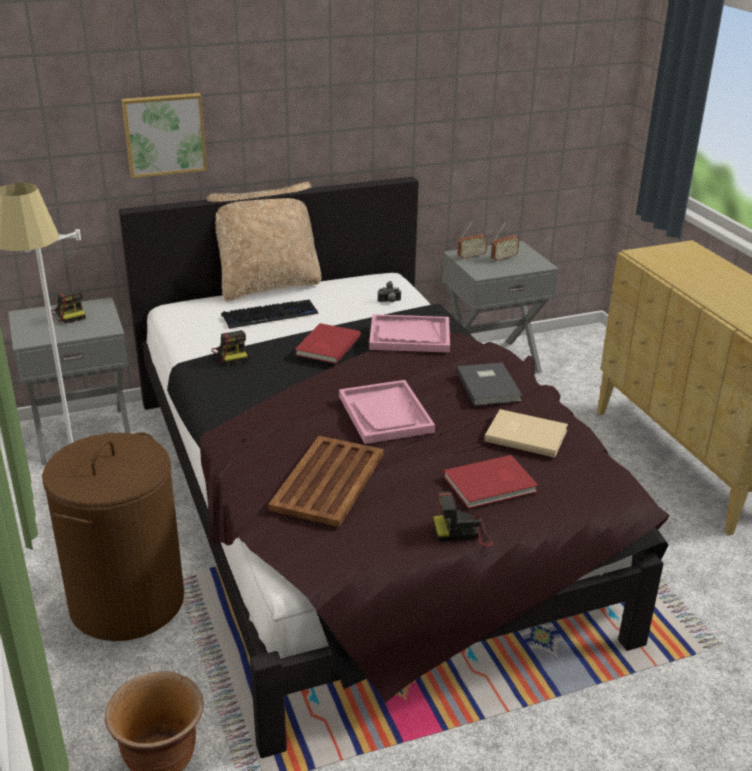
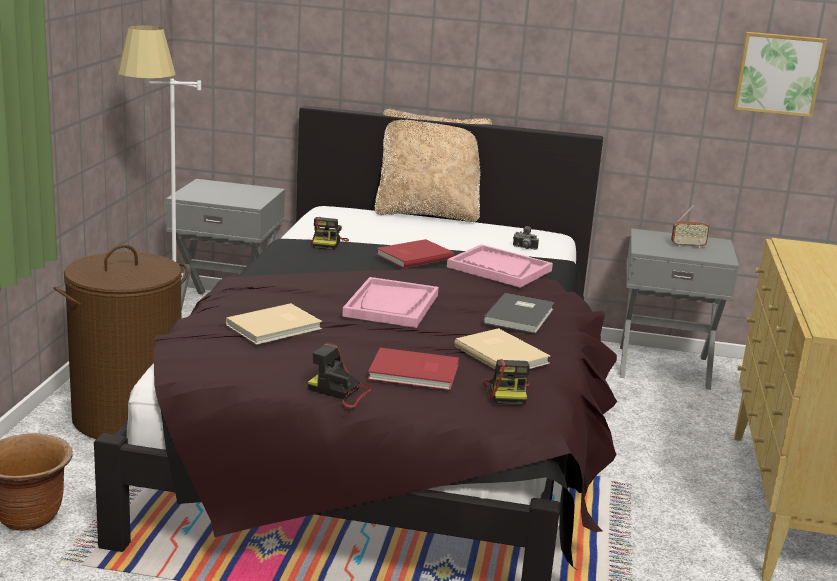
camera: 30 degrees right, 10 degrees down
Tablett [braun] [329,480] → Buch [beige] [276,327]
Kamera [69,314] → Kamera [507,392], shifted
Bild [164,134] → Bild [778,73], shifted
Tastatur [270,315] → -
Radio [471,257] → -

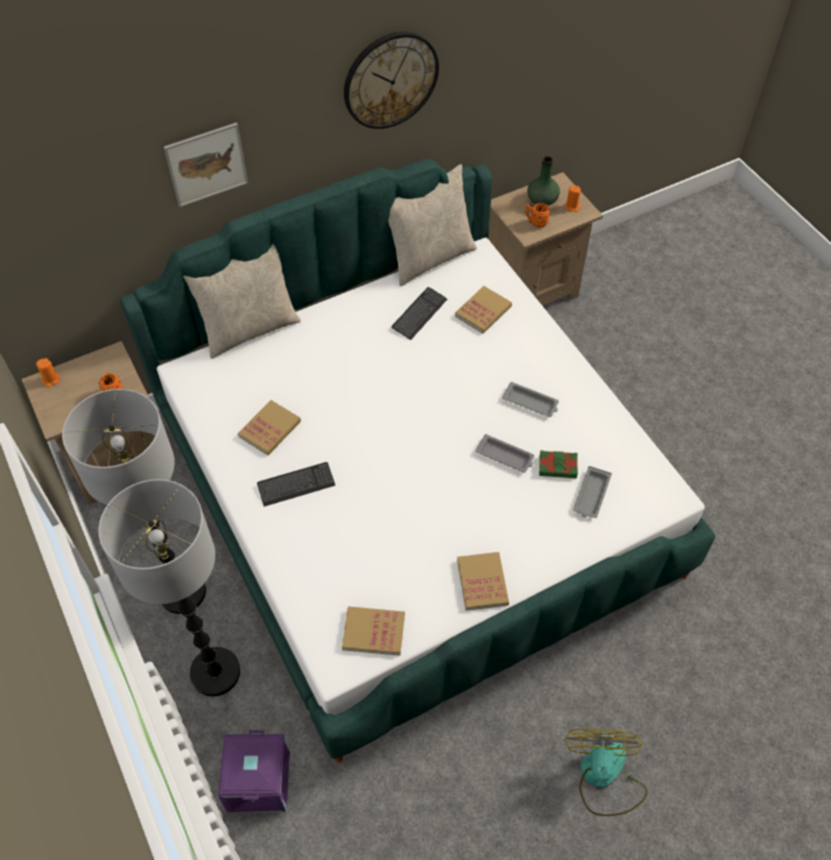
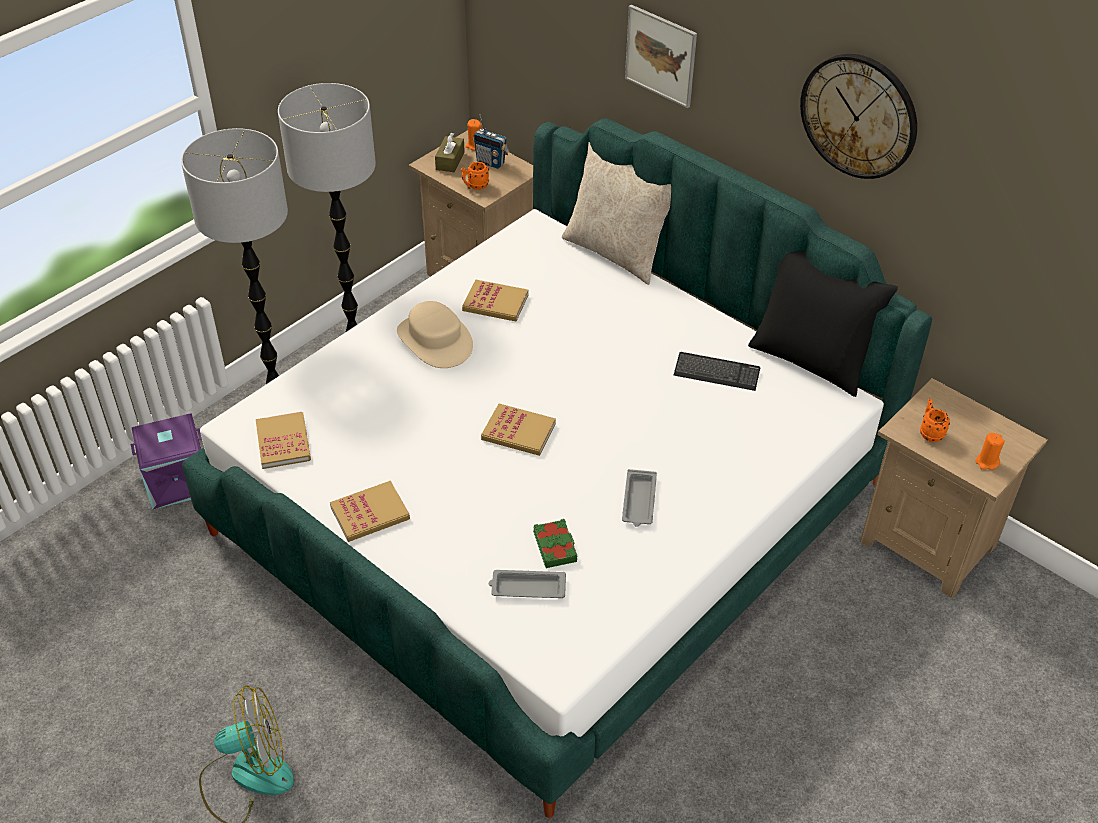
camera: 70 degrees right, 10 degrees down
Tastatur [296,485] → Hut [beige] [435,340]
- → Taschentuchbox [braun] [450,161]
- → Radio [491,162]
Buch [483,311] → Buch [518,432], shifted
Kissen [beige] [429,257] → Kissen [schwarz] [811,360]
Tablett [grau] [505,456] → -
Vase [grün] [542,200] → -

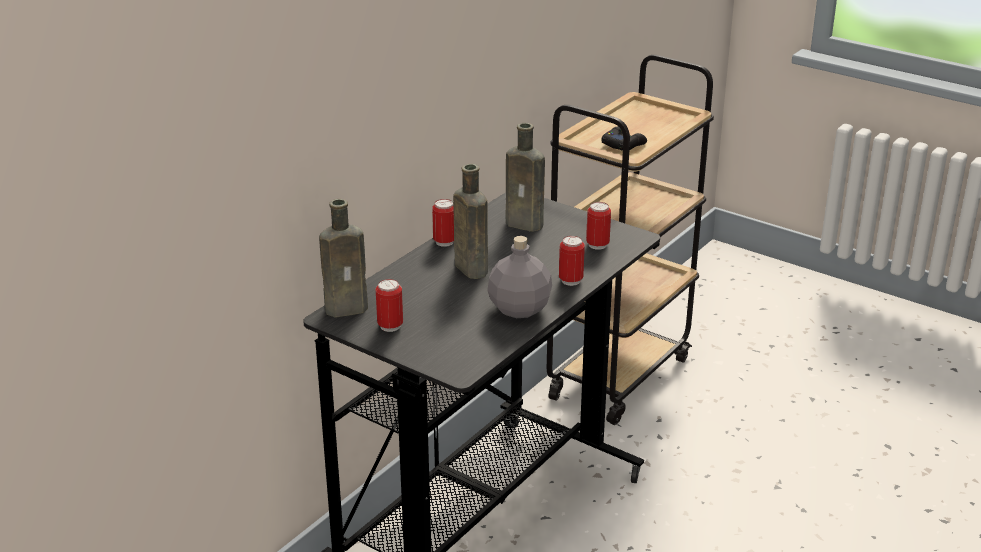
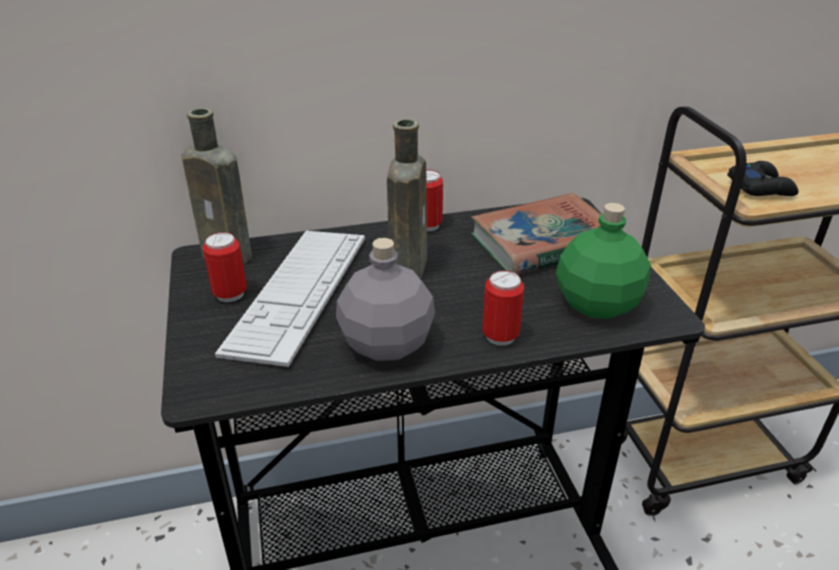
camera: 40 degrees right, 5 degrees up
- → Tastatur [298,293]
Flasche [braun] [527,225] → Buch [543,242]
Dose [597,245] → Flasche [grün] [598,303]

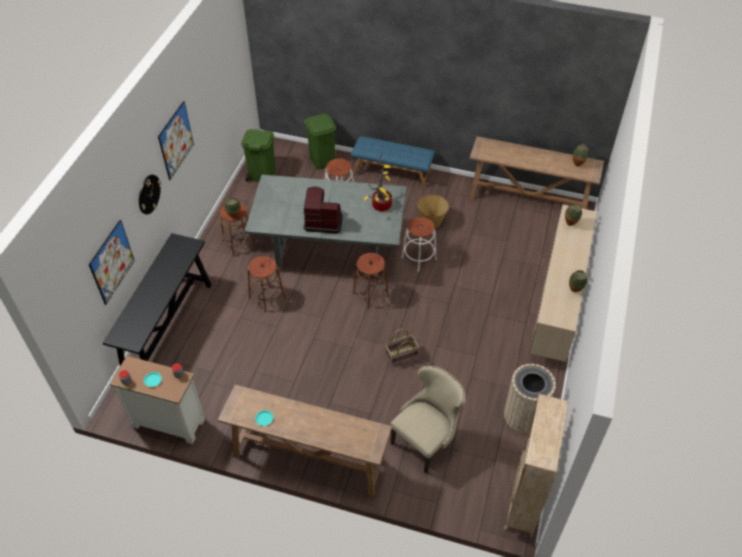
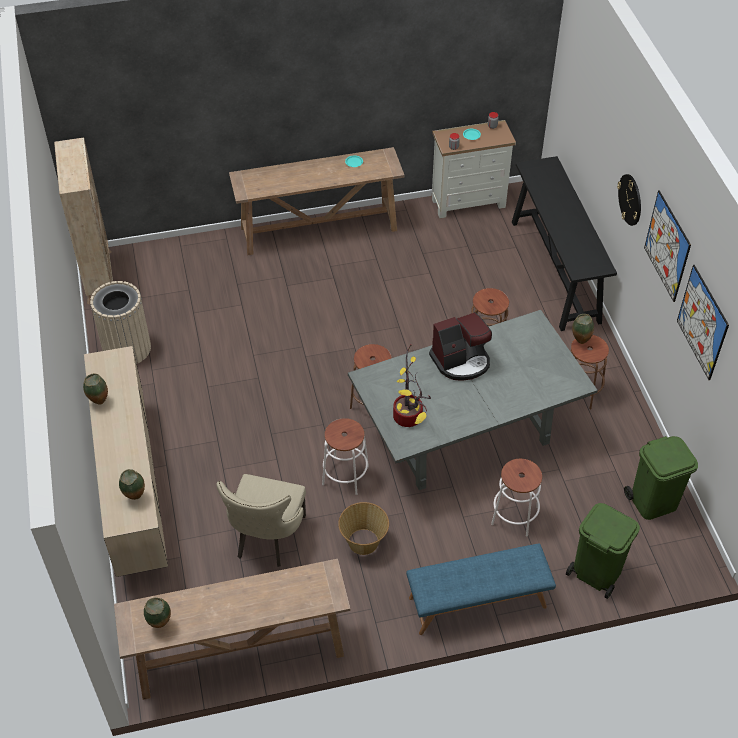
camera: 150 degrees right, 0 degrees up
Stuhl [beige] [426,440] → Stuhl [beige] [267,538], shifted
Bild [112,262] → Bild [702,322], shifted
Korb [401,355] → -

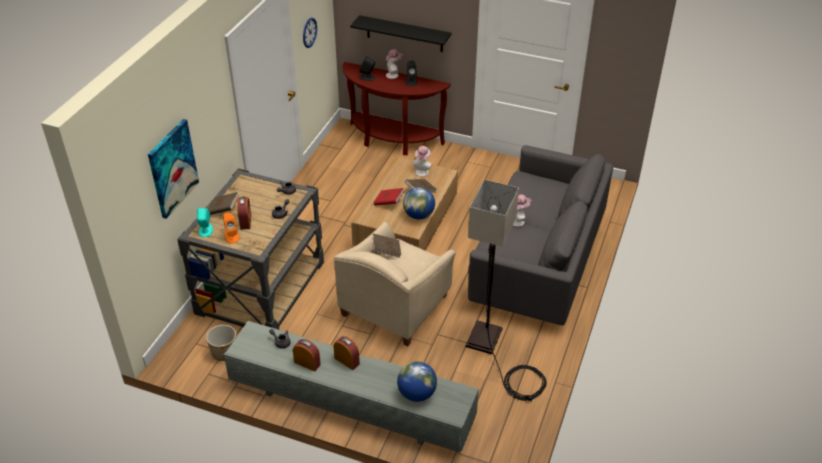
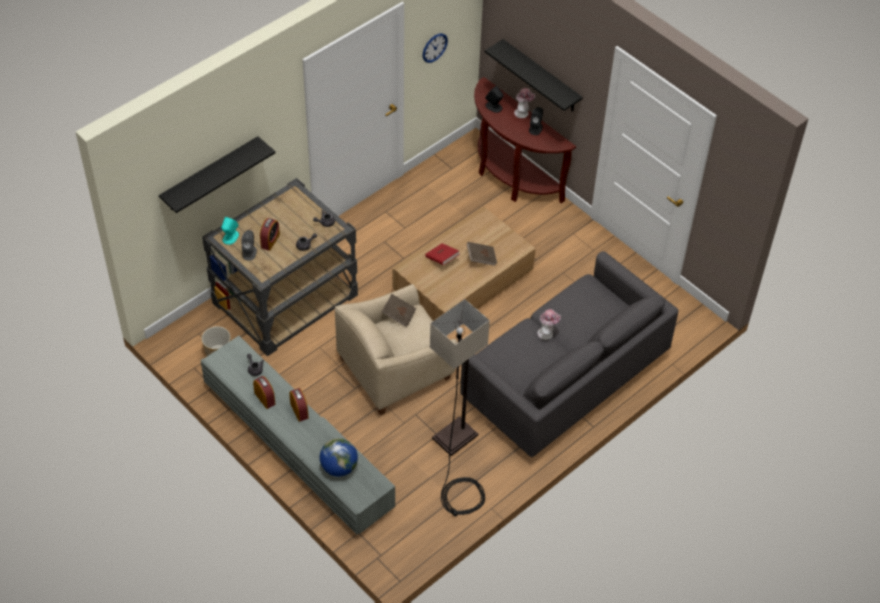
camera: 25 degrees right, 10 degrees up
Bild [172,168] → Wandregal [schwarz] [210,175]
Lautsprecher [orange] [231,236] → Lautsprecher [grau] [249,252]
Buch [braun] [223,210] → -
Globus [419,215] → -
Hut [422,171] → -

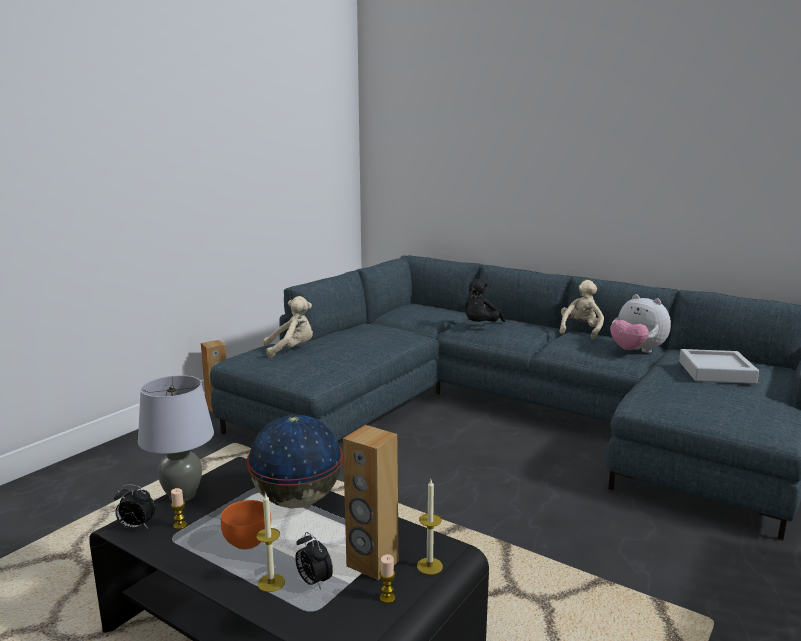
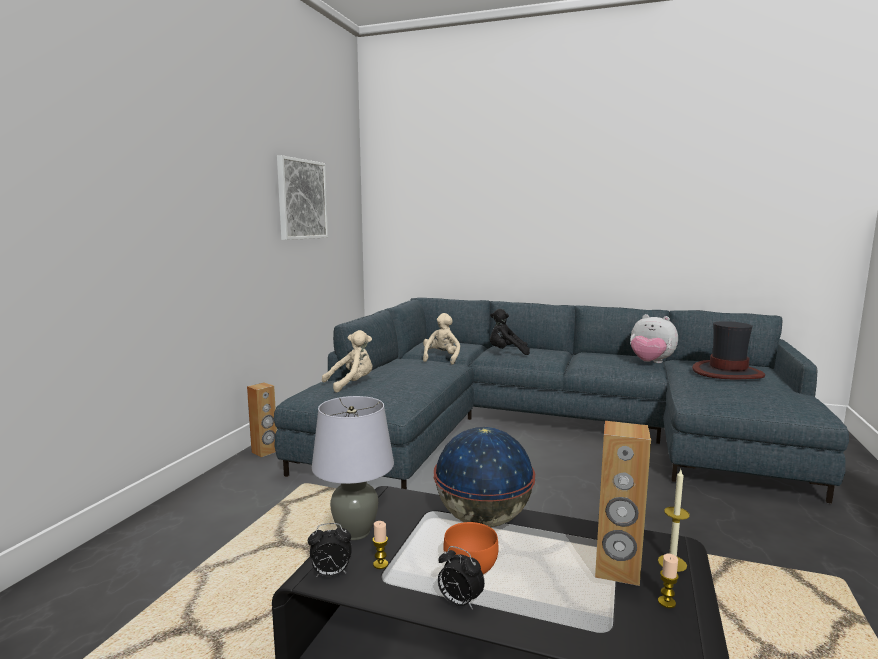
camera: 15 degrees left, 5 degrees down
- → Bild [301,199]
Plüschtier [beige] [581,331] → Plüschtier [beige] [441,359], shifted
Wecker [313,581] → Wecker [459,602], shifted
Plüschtier [schwarz] [481,326] → Plüschtier [schwarz] [506,353], 75 degrees clockwise
Tablett [grau] [716,372] → Hut [727,372]
Kerze [271,583] → -

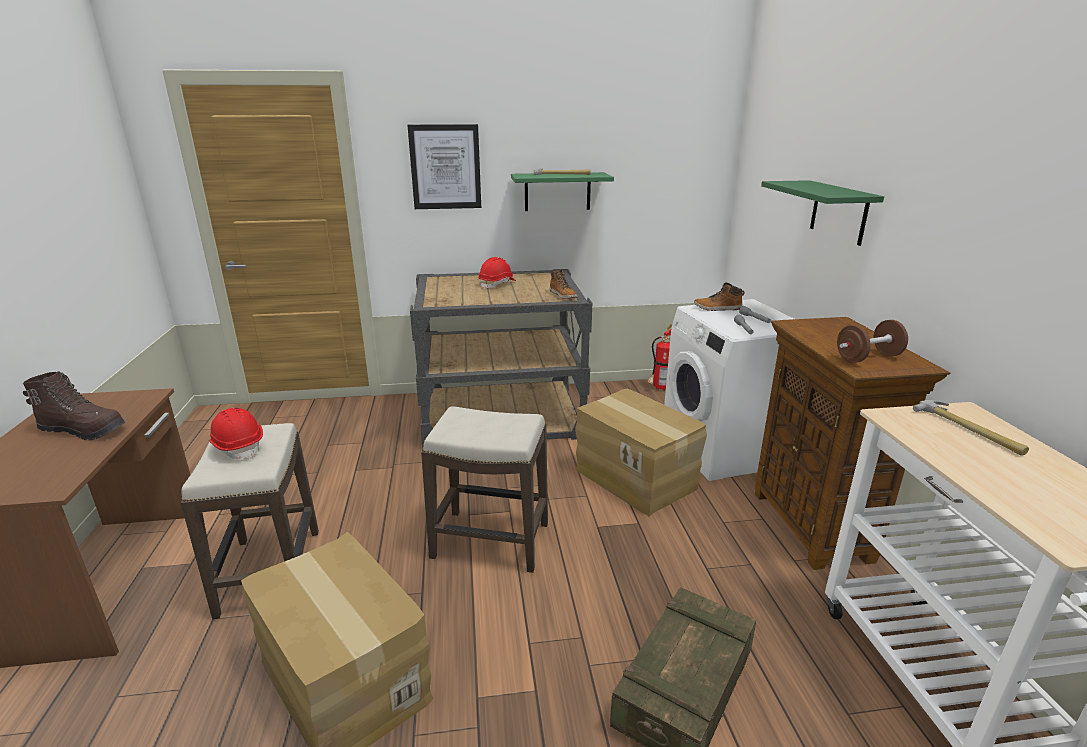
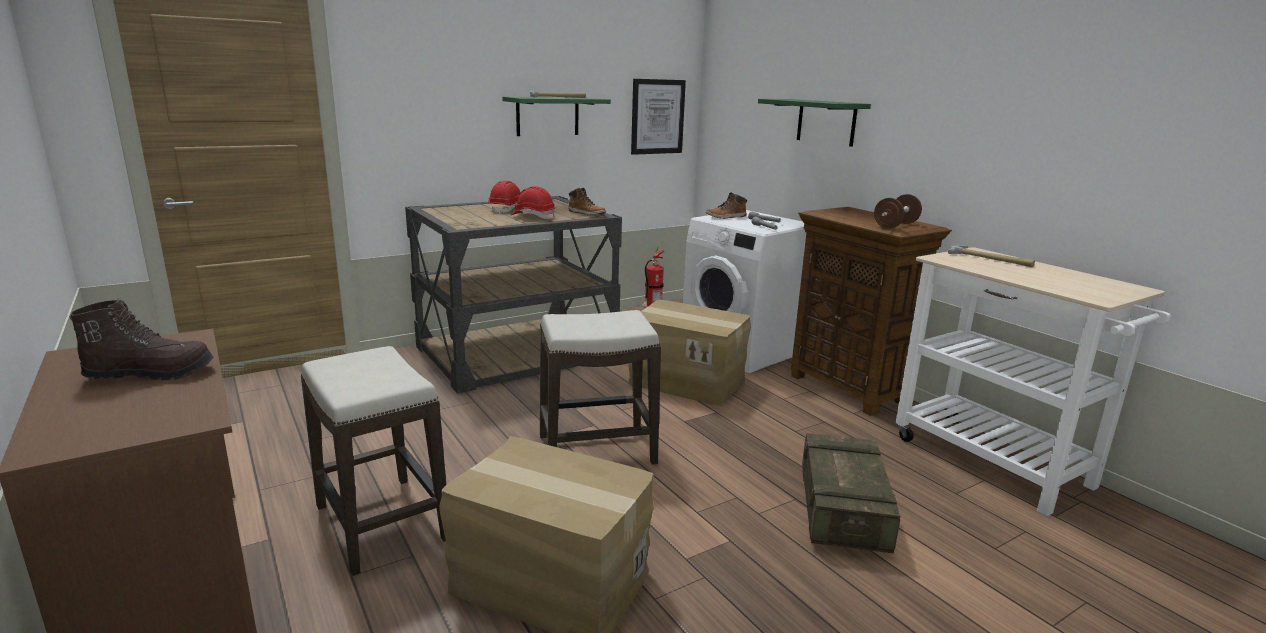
camera: 25 degrees left, 5 degrees down
Schutzhelm [rot] [238,446] → Schutzhelm [rot] [533,216], shifted
Bild [445,167] → Bild [657,117], shifted

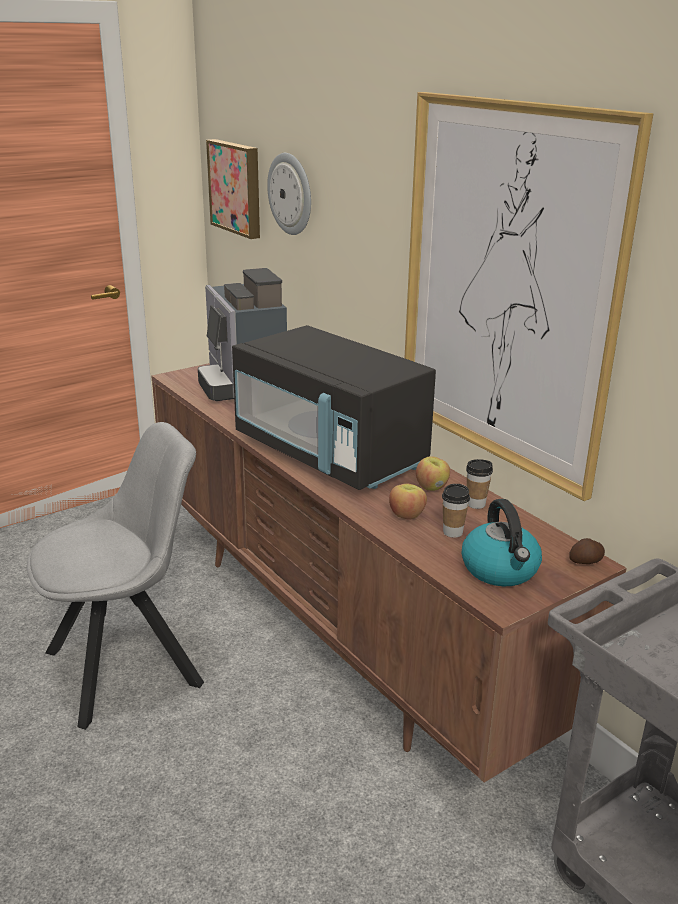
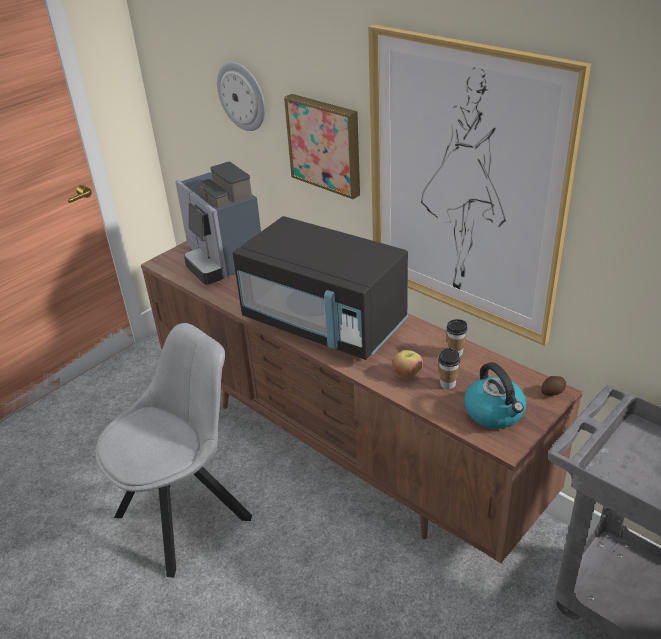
camera: 10 degrees left, 10 degrees up
Bild [237,187] → Bild [326,144], shifted
Apfel [432,487] → -

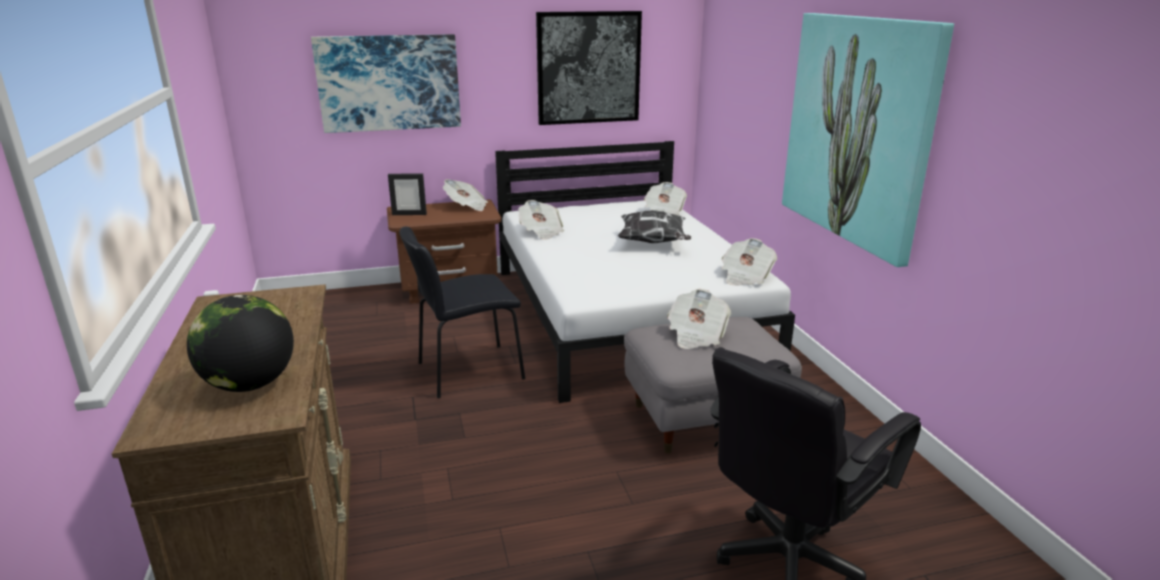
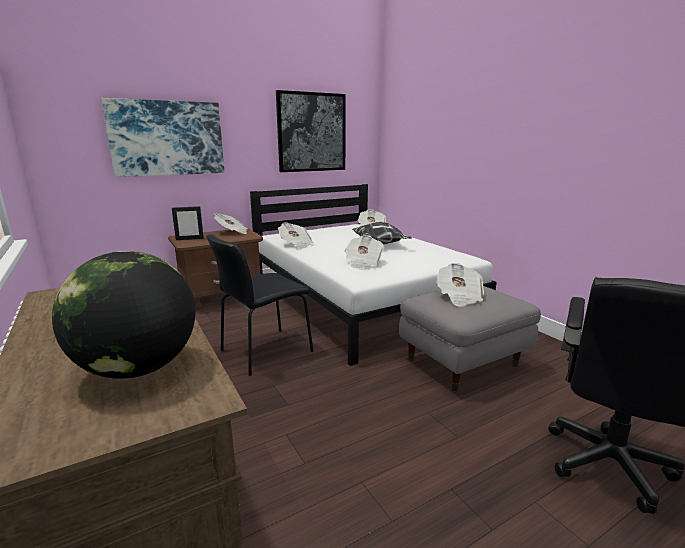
camera: 15 degrees left, 5 degrees down
Zeitung [745,277] → Zeitung [363,262], shifted
Bild [858,130] → -

